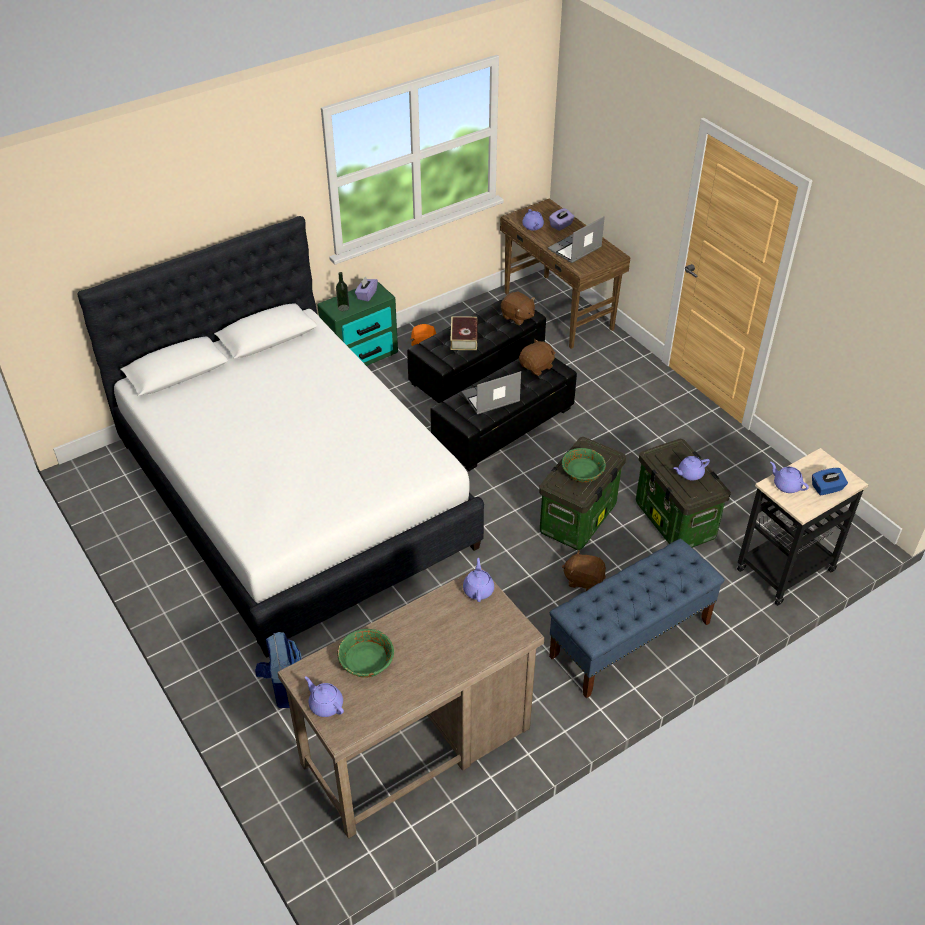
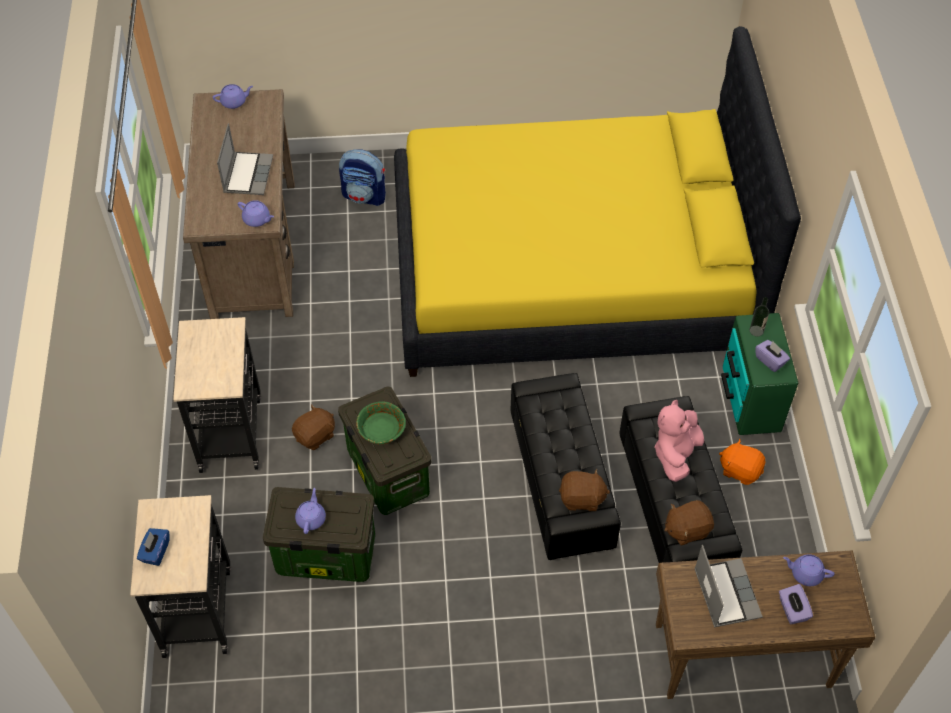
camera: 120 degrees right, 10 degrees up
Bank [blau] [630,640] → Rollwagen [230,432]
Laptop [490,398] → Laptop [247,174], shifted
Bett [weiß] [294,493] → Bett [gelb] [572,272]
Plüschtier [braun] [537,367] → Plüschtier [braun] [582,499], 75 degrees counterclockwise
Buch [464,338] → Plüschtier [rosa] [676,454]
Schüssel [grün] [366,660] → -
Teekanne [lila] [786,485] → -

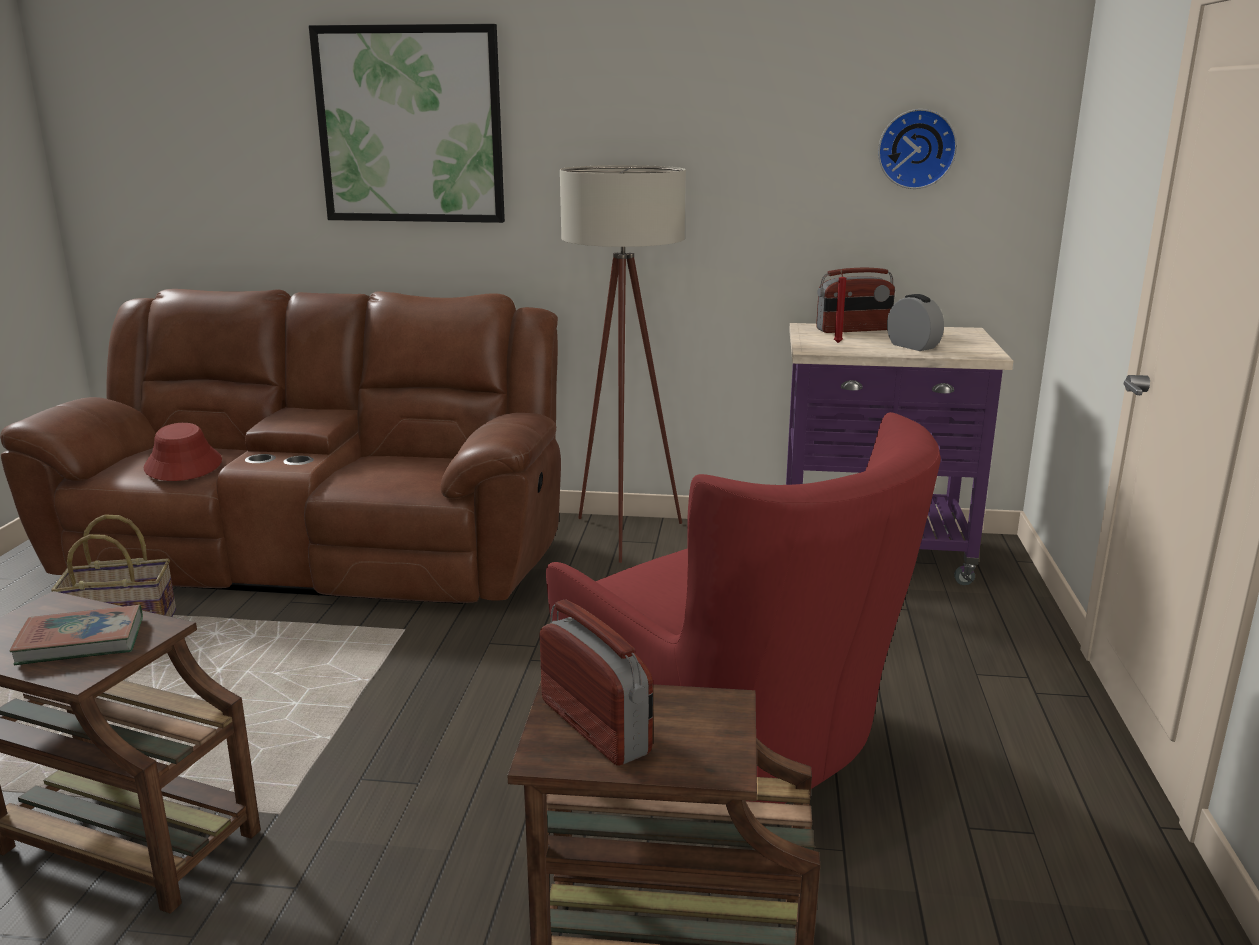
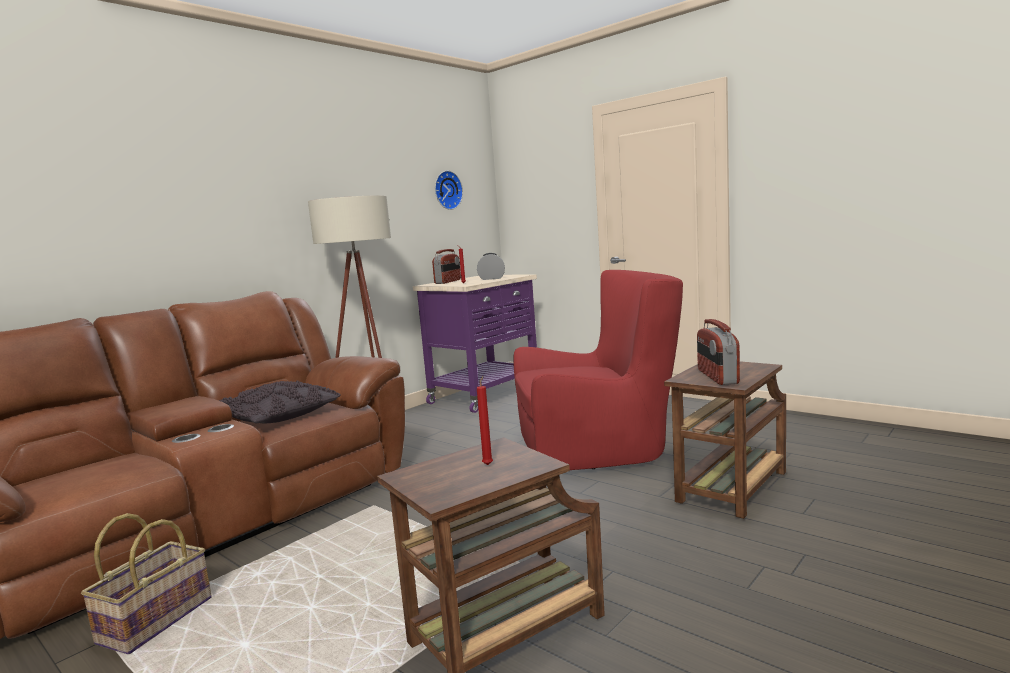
camera: 55 degrees left, 10 degrees down
- → Kissen [schwarz] [278,416]
Buch [81,642] → Kerze [rot] [488,464]
Radio [596,726] → Radio [717,377], 90 degrees counterclockwise
Hut [rot] [184,465] → -
Bild [410,125] → -

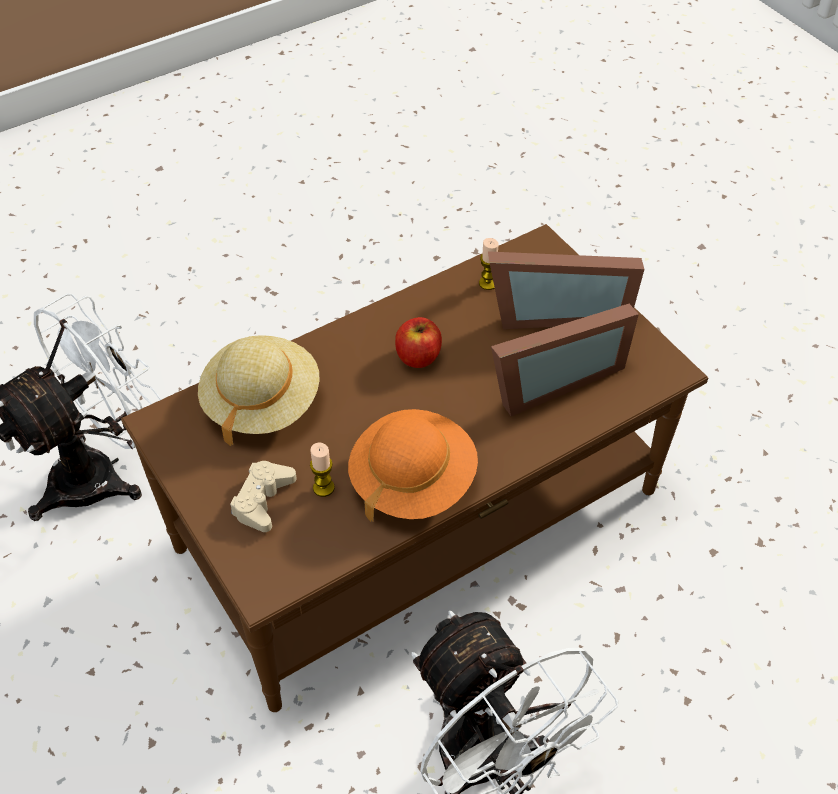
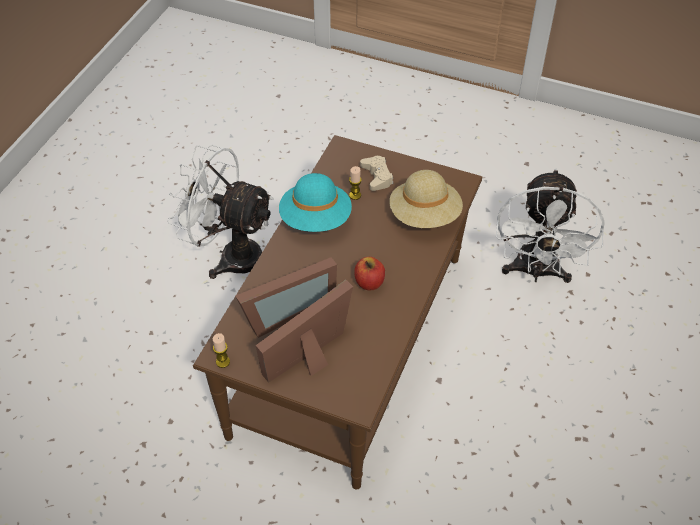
camera: 145 degrees right, 0 degrees up
Kerze [488,283] → Kerze [223,362], shifted
Bilderrahmen [550,379] → Bilderrahmen [285,309], 150 degrees counterclockwise
Hut [orange] [412,481] → Hut [türkis] [316,219]

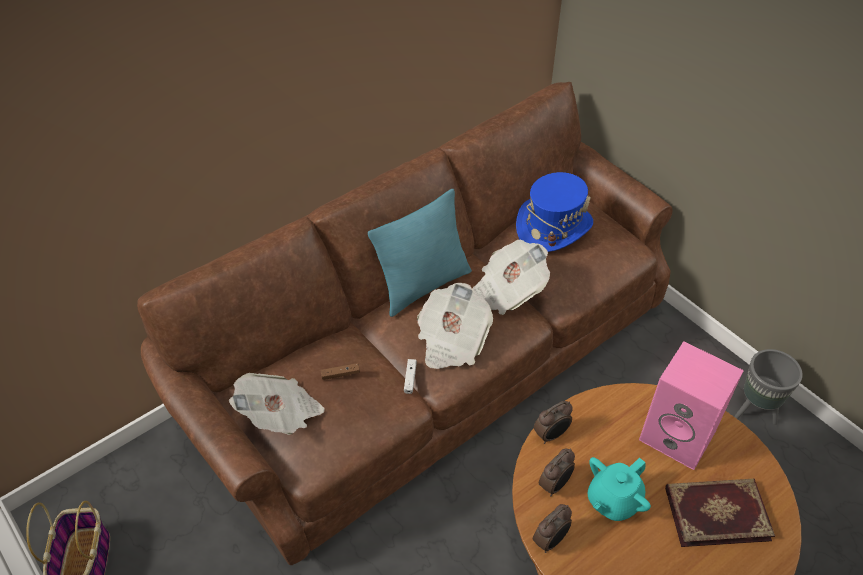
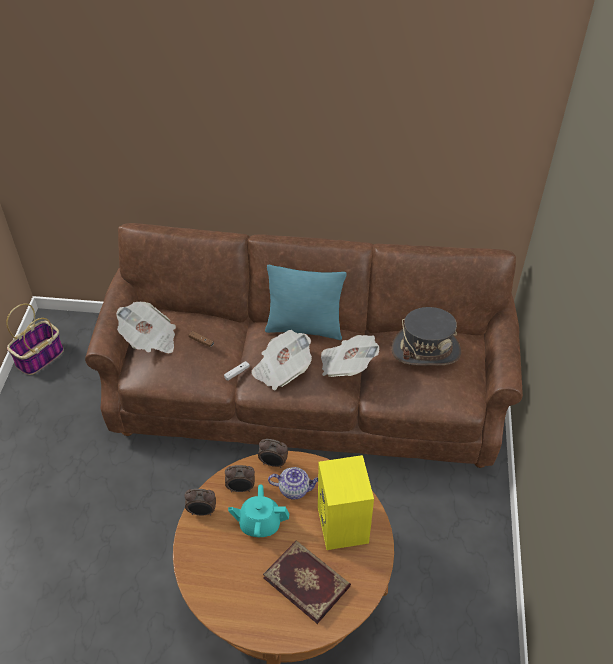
camera: 45 degrees right, 0 degrees up
- → Teekanne [295,489]
Lautsprecher [rosa] [679,436] → Lautsprecher [gelb] [344,526]
Hut [blau] [553,227] → Hut [grau] [426,350]
Pflanzkübel [grau] [755,411] → -

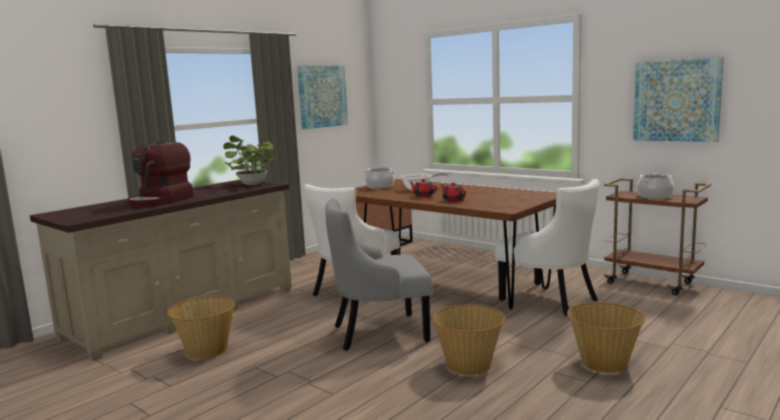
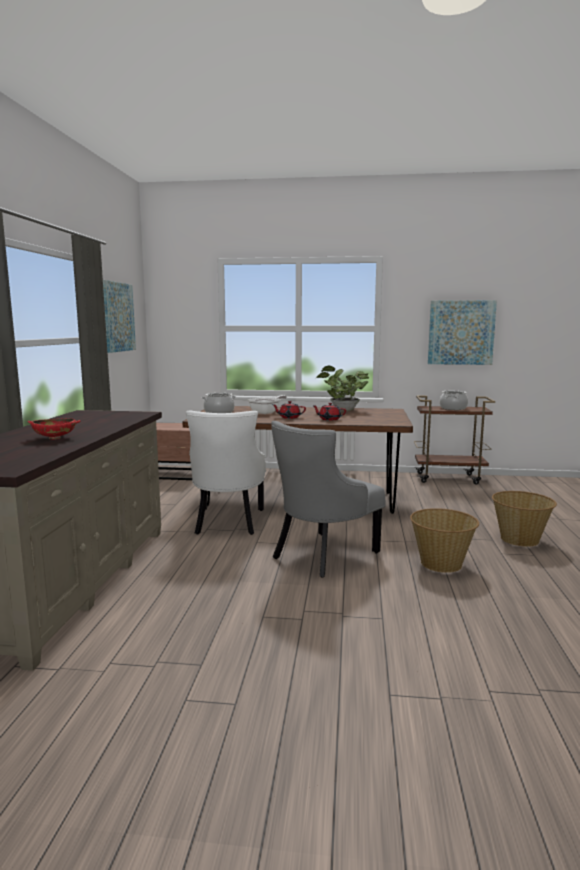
camera: 35 degrees left, 0 degrees up
Kaffeemaschine [161,201] → Schüssel [rot] [55,438]
Topfpflanze [250,184] → Topfpflanze [342,410], shifted
Korb [206,350] → -
Stuhl [weiß] [547,299] → -

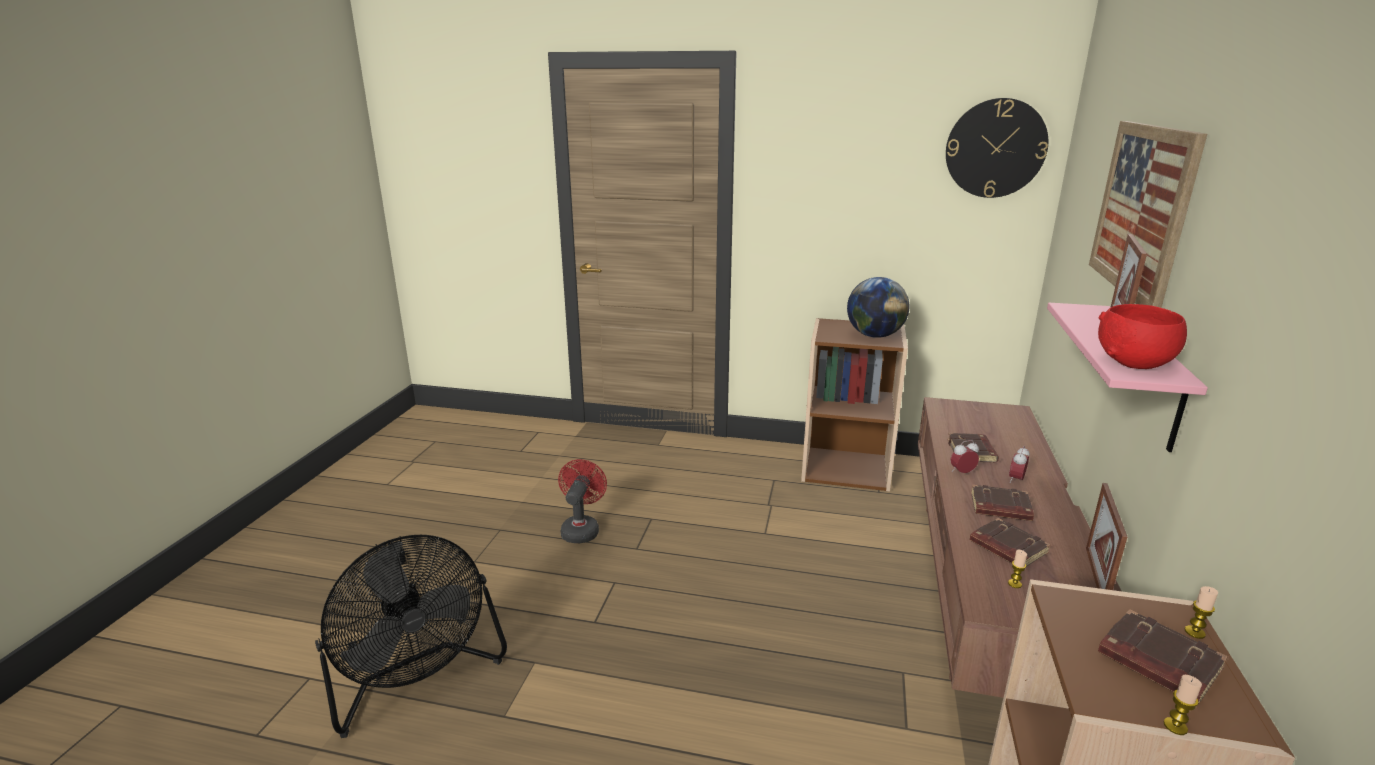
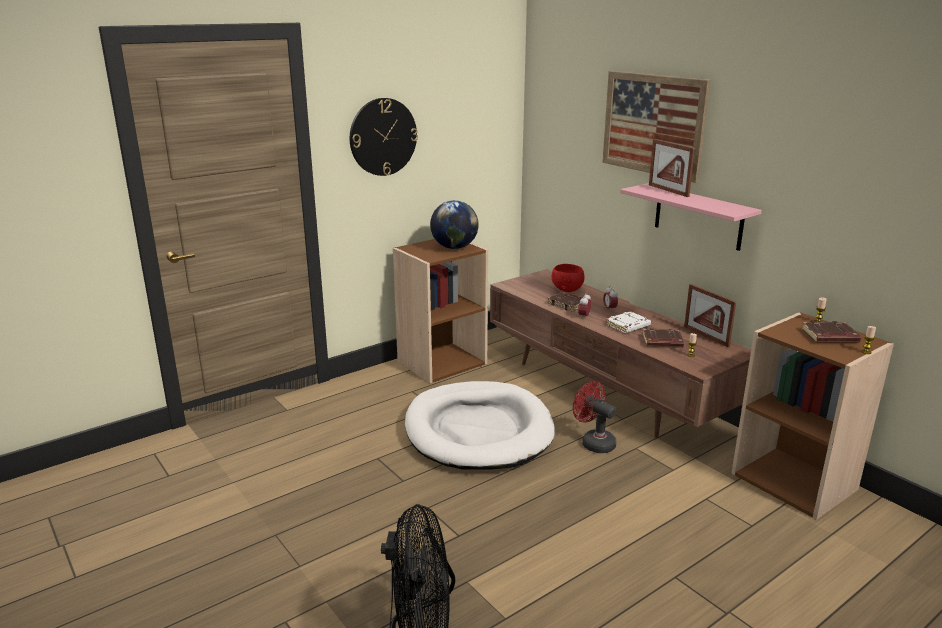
camera: 50 degrees left, 0 degrees up
Wanduhr [995,148] → Wanduhr [383,137], shifted
- → Hundebett [weiß] [478,430]
Schüssel [rot] [1135,363] → Schüssel [rot] [567,289], shifted
Ventilator [rot] [581,529] → Ventilator [rot] [594,442], shifted
Buch [braun] [999,508] → Buch [weiß] [628,326]

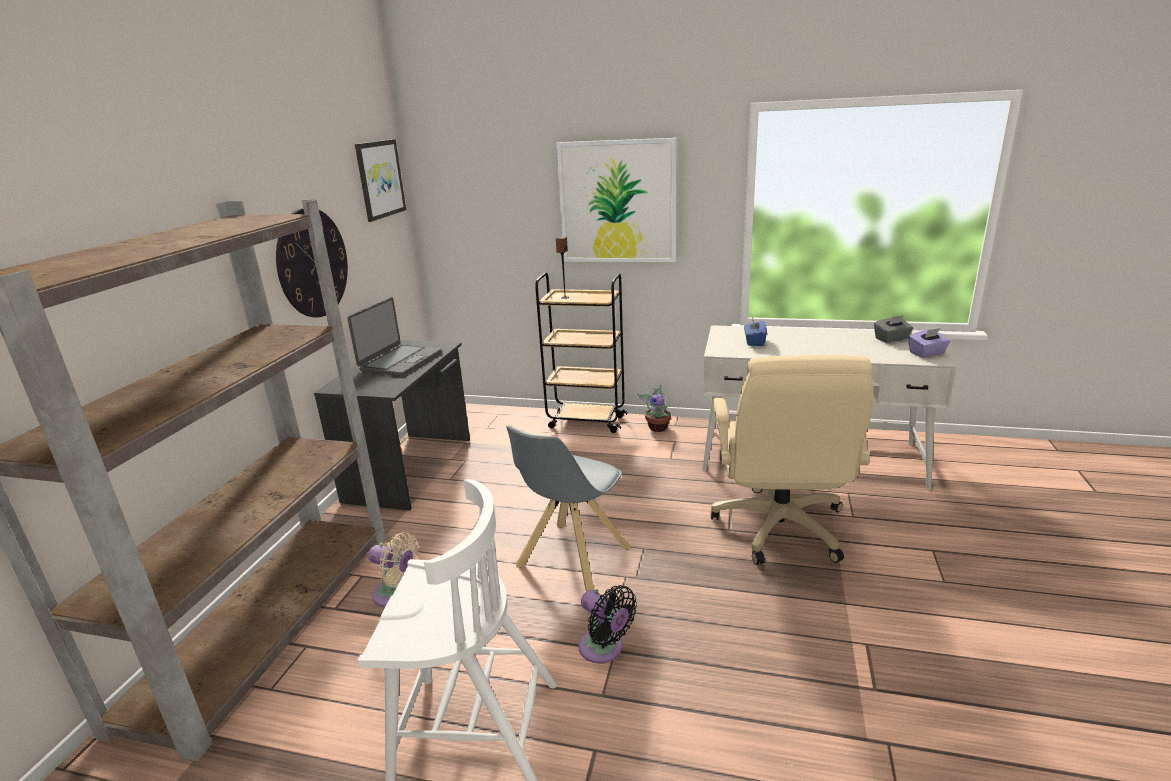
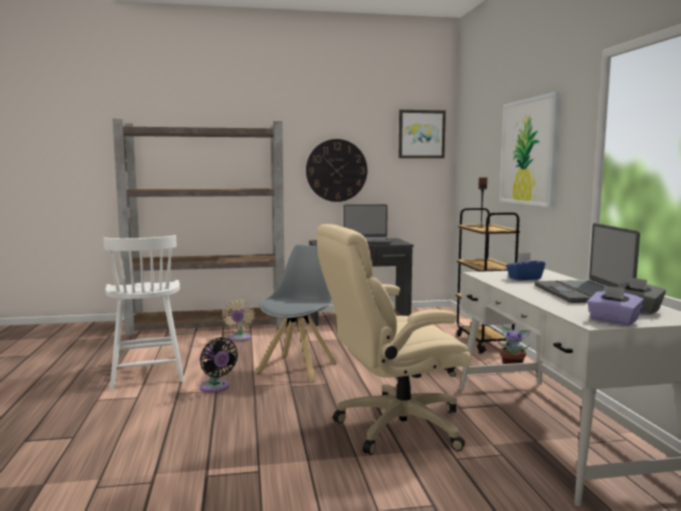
camera: 65 degrees right, 15 degrees down
Ventilator [schwarz] [604,649] → Ventilator [schwarz] [216,388], 60 degrees counterclockwise
Stuhl [grau] [571,558] → Stuhl [grau] [299,367], 105 degrees clockwise
- → Laptop [582,293]

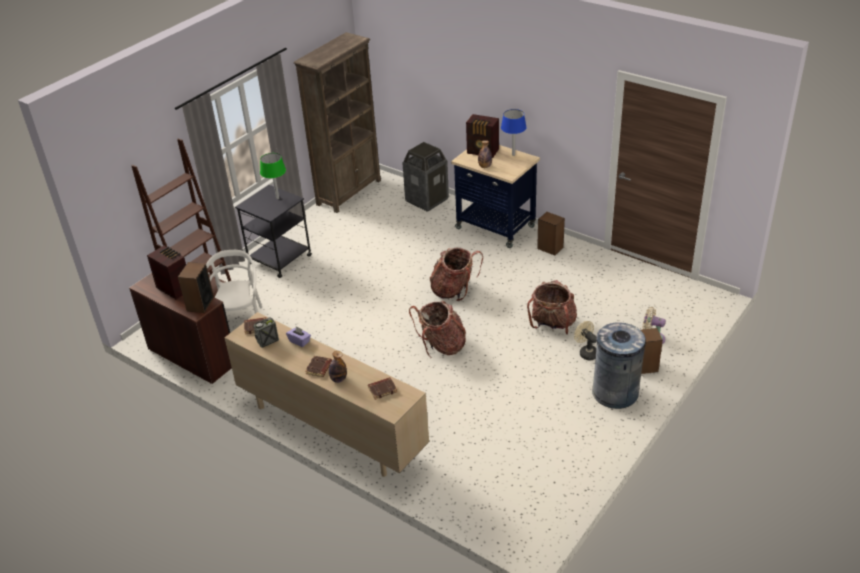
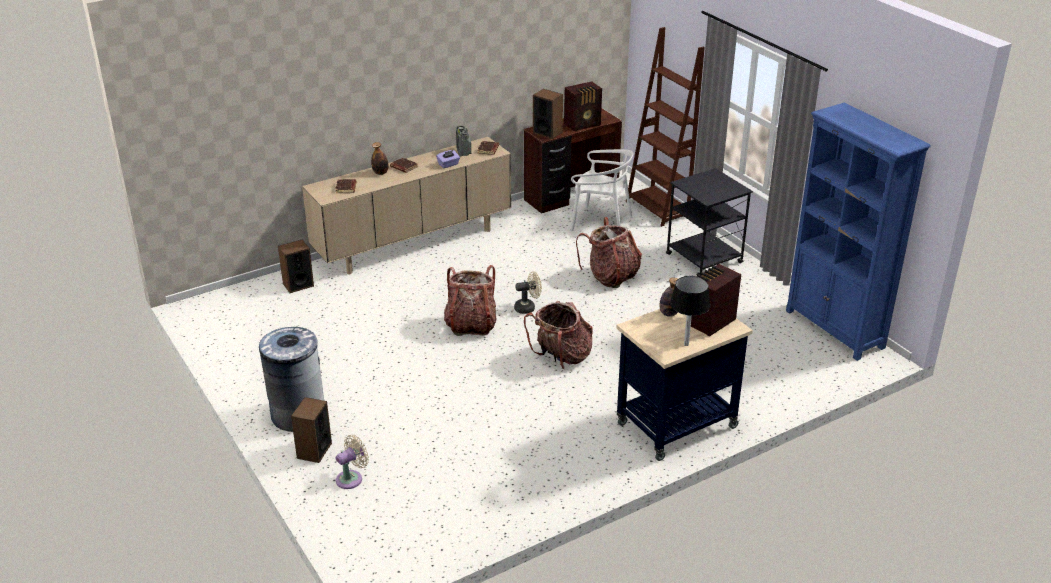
camera: 110 degrees right, 5 degrees down
Lautsprecher [550,248] → Lautsprecher [298,285], shifted
Ventilator [beige] [586,352] → Ventilator [beige] [528,308], shifted
Rucksack [552,324] → Rucksack [611,276], shifted
Tischlampe [blau] [513,154] → Tischlampe [schwarz] [686,344]
Bücherregal [braun] [349,192] → Bücherregal [blau] [835,329]
Tischlampe [grün] [277,198] → -
Mülleimer [427,200] → -

